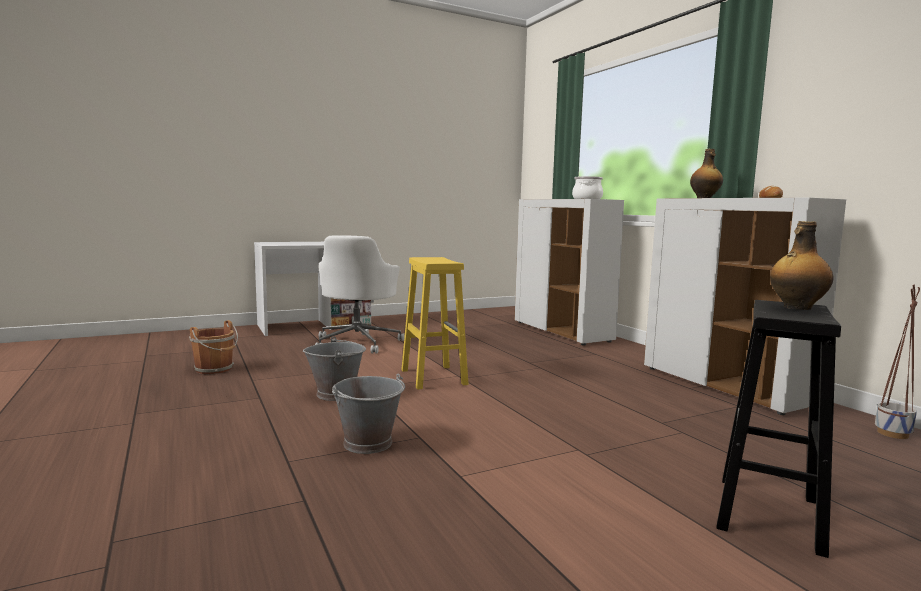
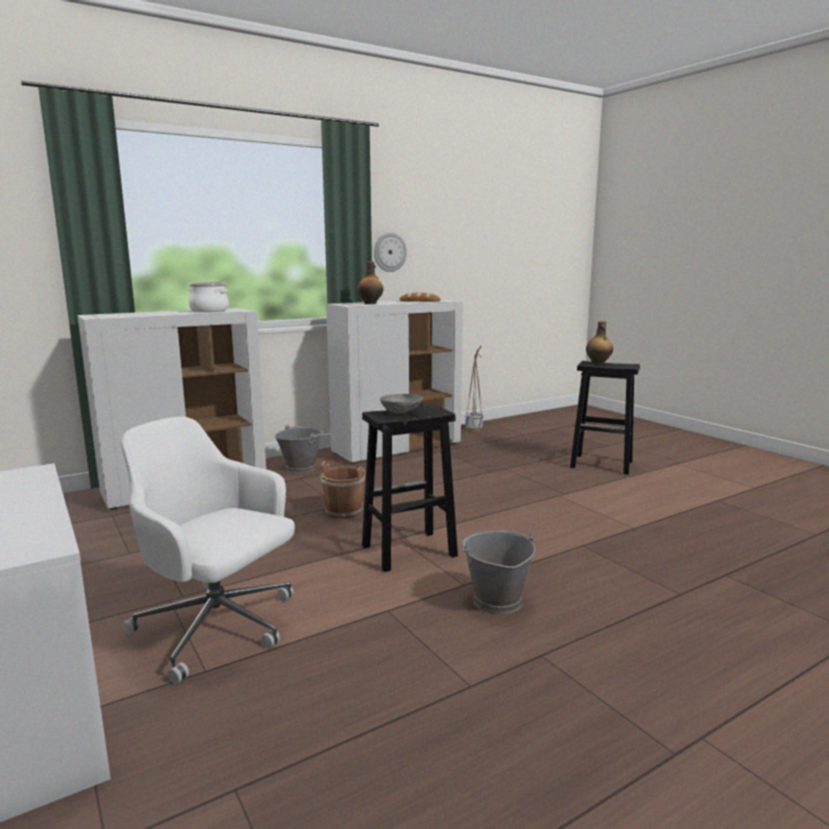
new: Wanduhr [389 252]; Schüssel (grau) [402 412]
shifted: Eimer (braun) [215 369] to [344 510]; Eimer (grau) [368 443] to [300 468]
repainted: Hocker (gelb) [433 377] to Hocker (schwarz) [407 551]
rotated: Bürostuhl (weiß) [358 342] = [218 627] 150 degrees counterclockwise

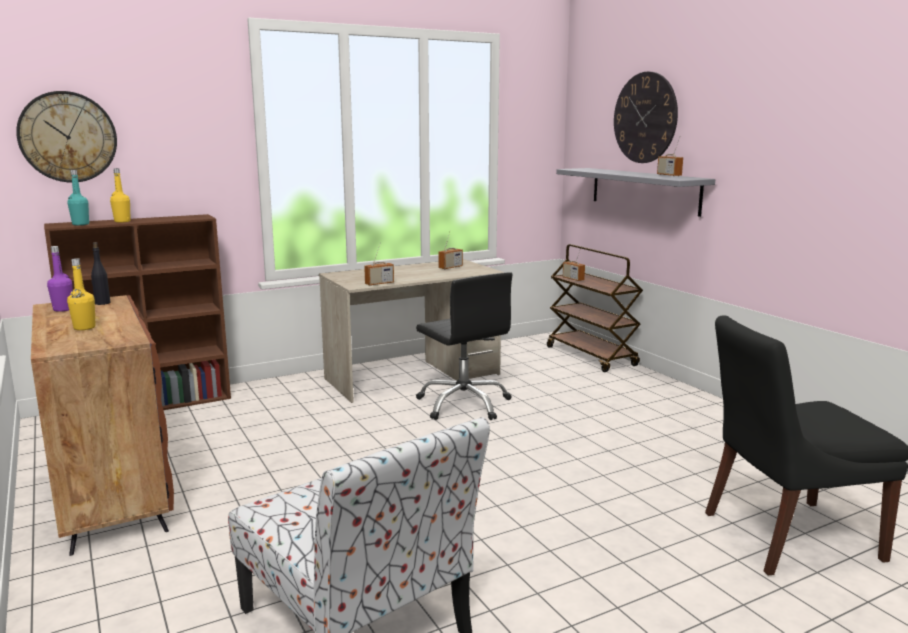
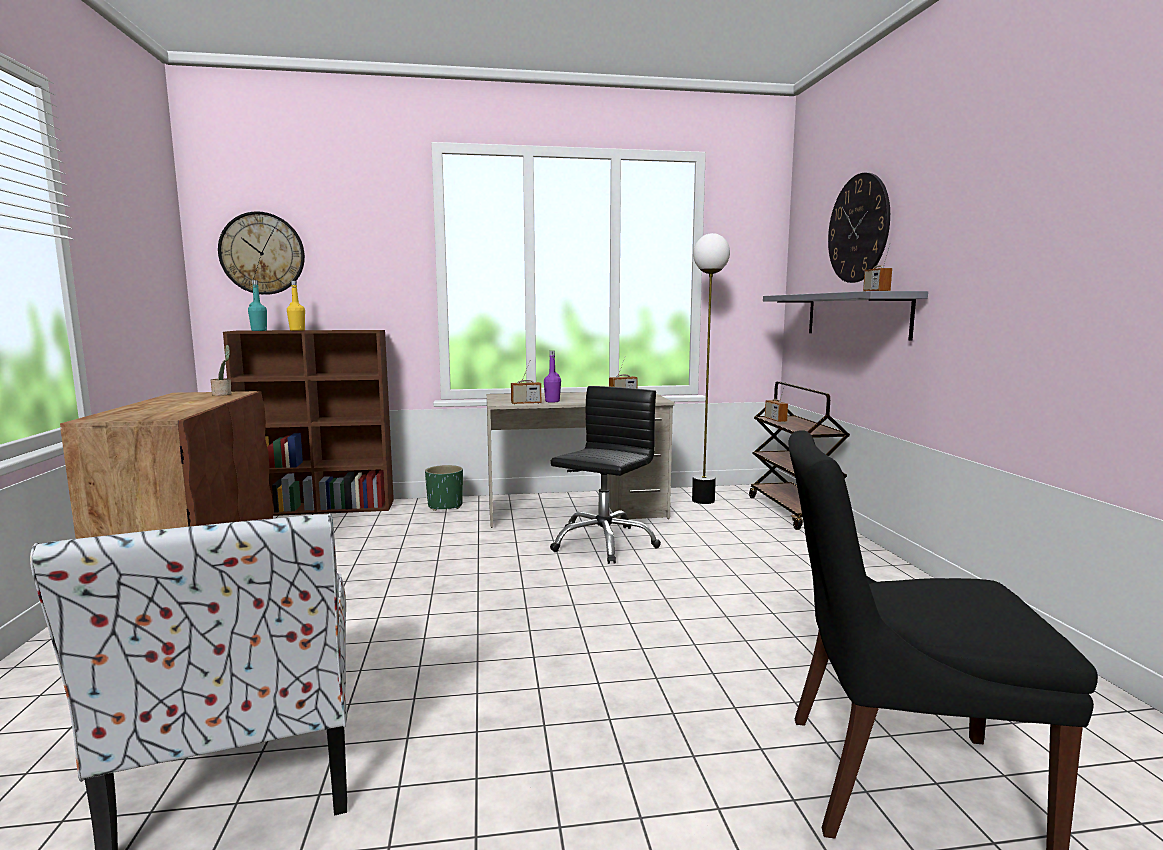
gone: Flasche (gelb) [84 328]
new: Pflanzkübel (grün) [445 506]; Stehlampe [703 500]
shifted: Flasche (lila) [63 309] to [552 401]
swapped: Flasche (schwarz) [102 303] to Topfpflanze [223 394]
rotated: Bürostuhl (schwarz) [464 404] = [603 543] 135 degrees counterclockwise

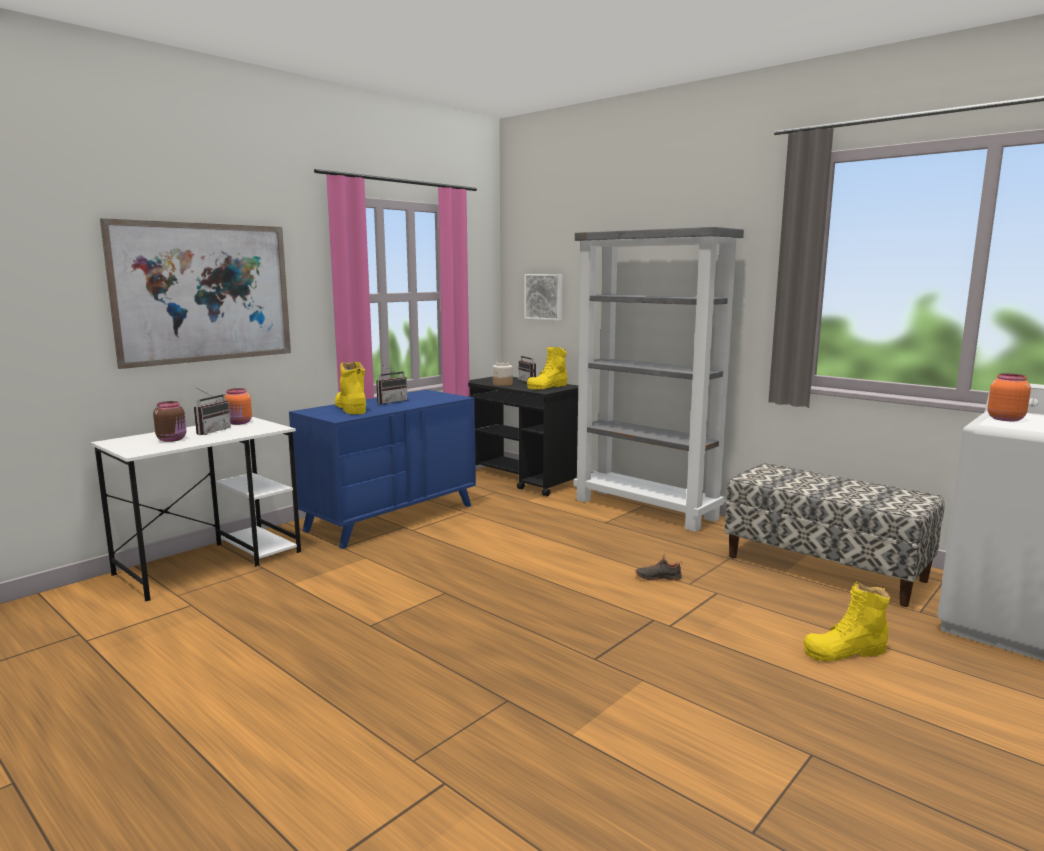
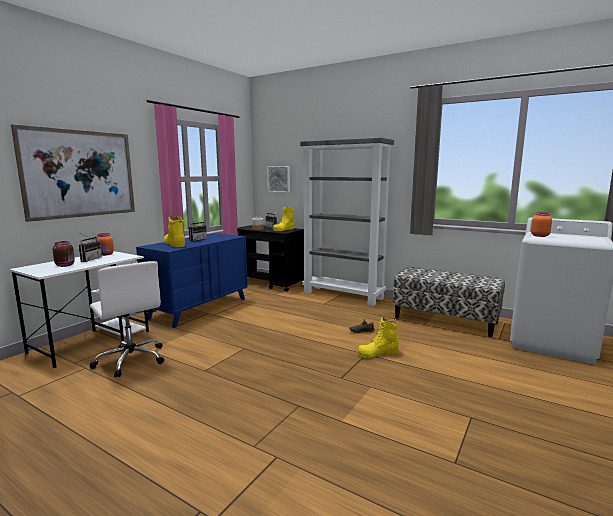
new: Bürostuhl (weiß) [131 360]
shifted: Stiefel (gelb) [845 651] to [378 353]

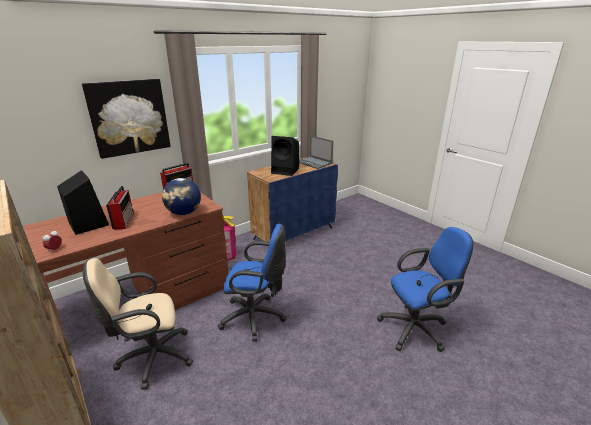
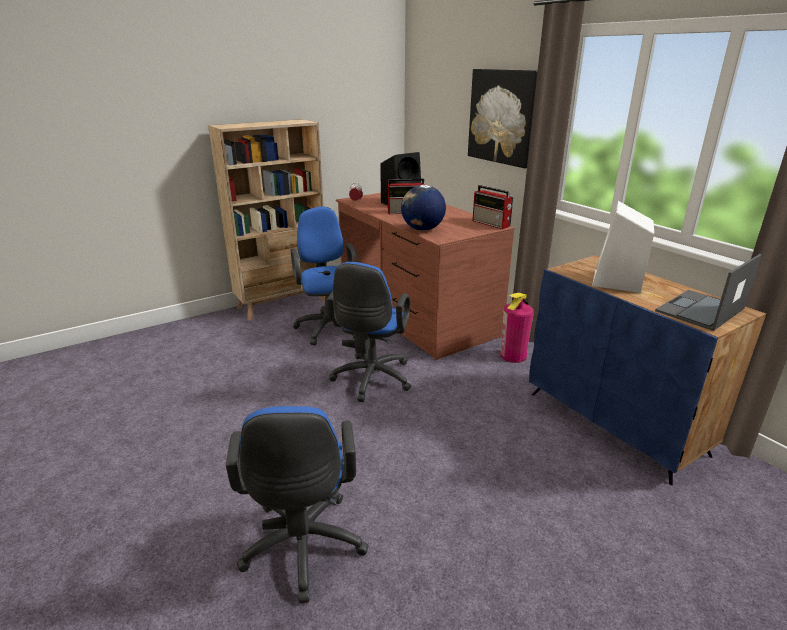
repainted: Bürostuhl (beige) [151 358] to Bürostuhl (blau) [328 326]; Lautsprecher (schwarz) [286 171] to Lautsprecher (weiß) [617 282]

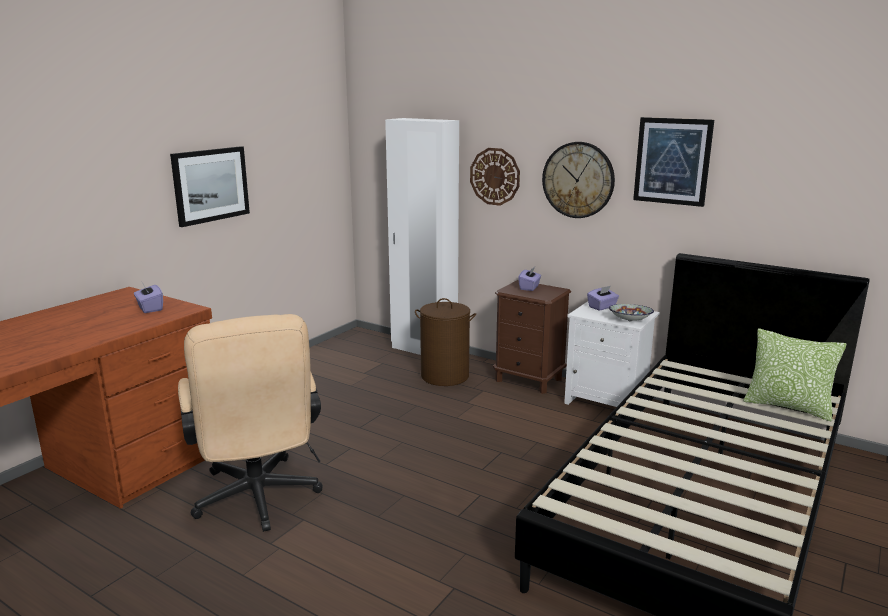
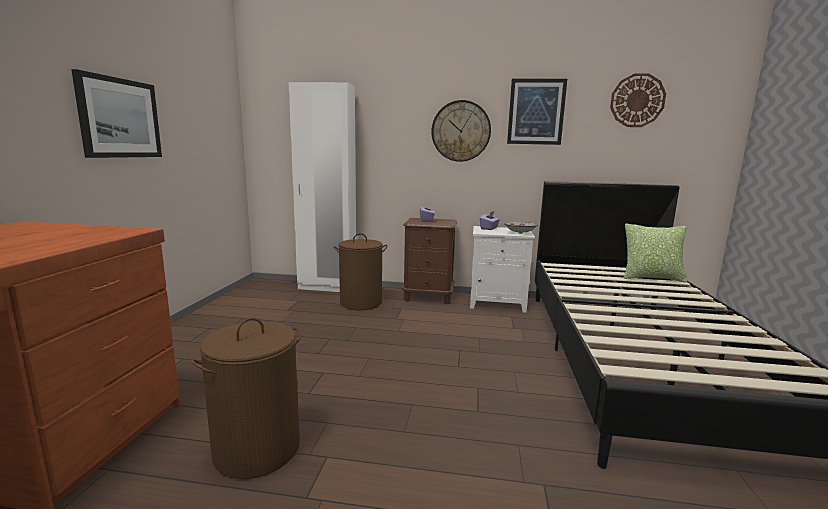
gone: Taschentuchbox (lila) [150 308]
shifted: Wanduhr [495 176] to [637 100]
swapped: Bürostuhl (beige) [258 501] to Wäschekorb (braun) [256 450]

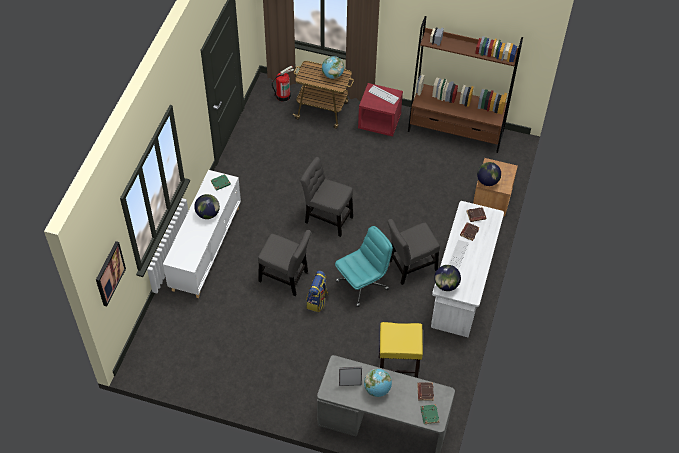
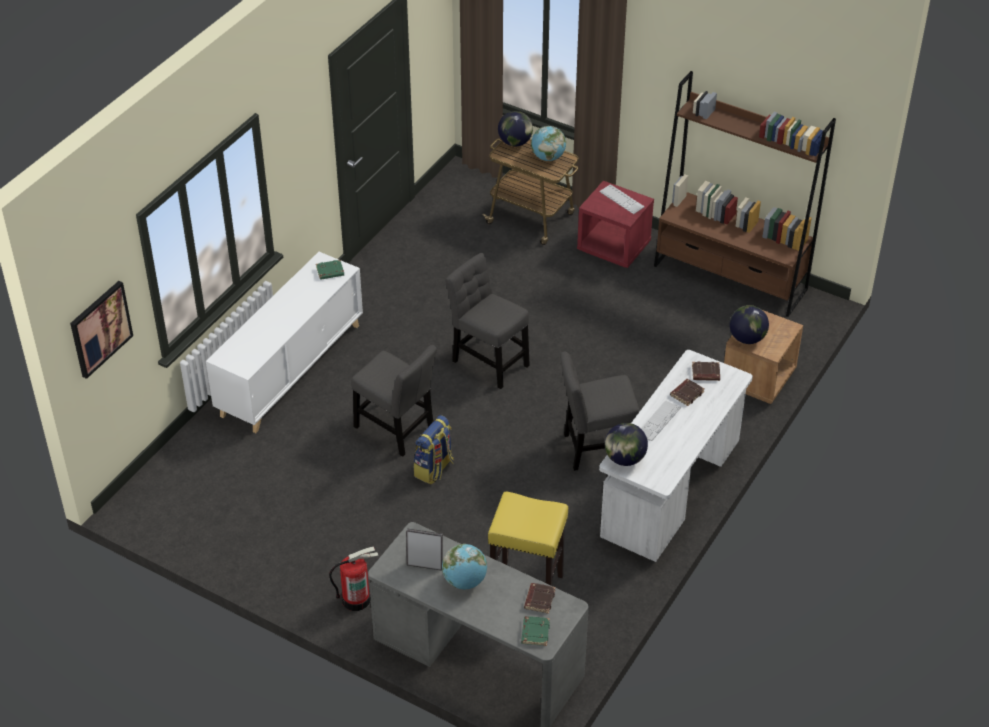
gone: Bürostuhl (türkis) [362 284]
shifted: Globus [208 214] to [515 142]; Feuerlöscher [283 95] to [356 599]

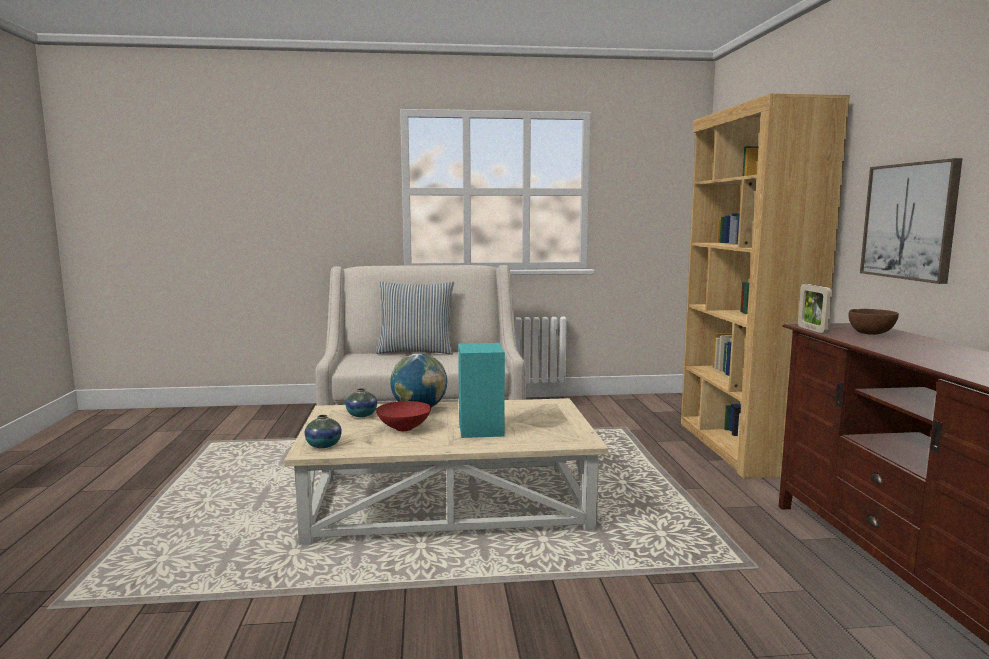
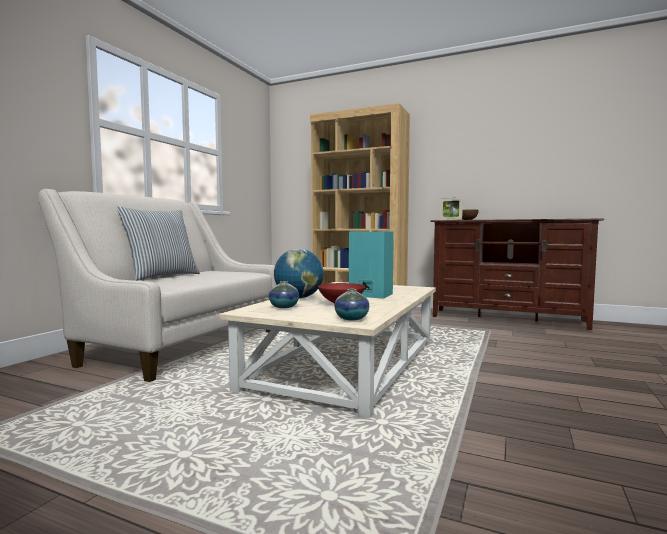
gone: Bild [909 221]

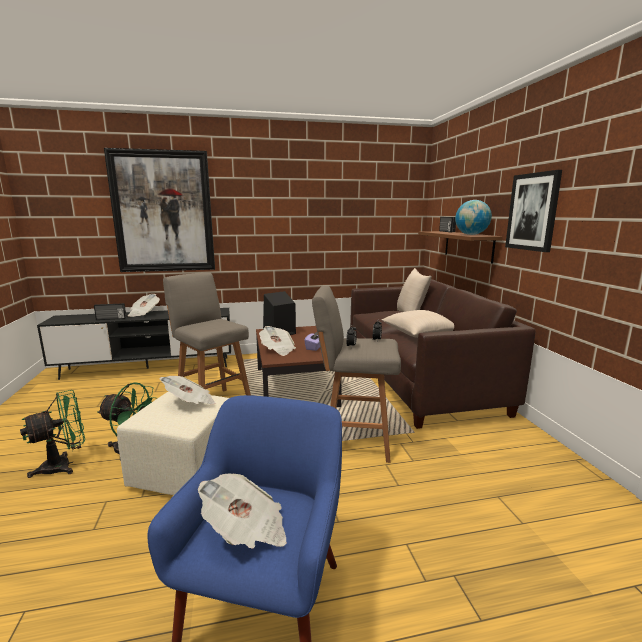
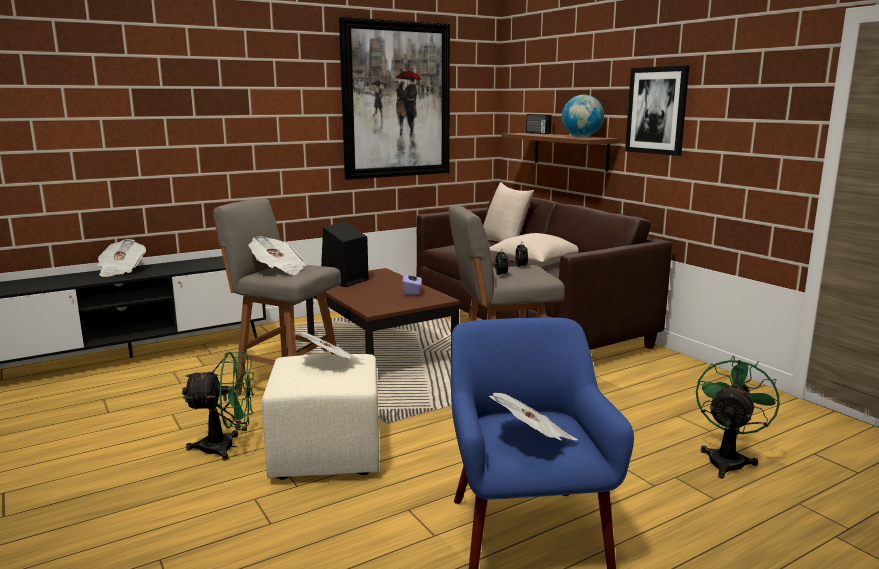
gone: Radio [111 319]
shifted: Ventilator (grün) [64 465] to [727 459]; Bild [163 212] to [396 100]; Zeitung [277 350] to [279 270]

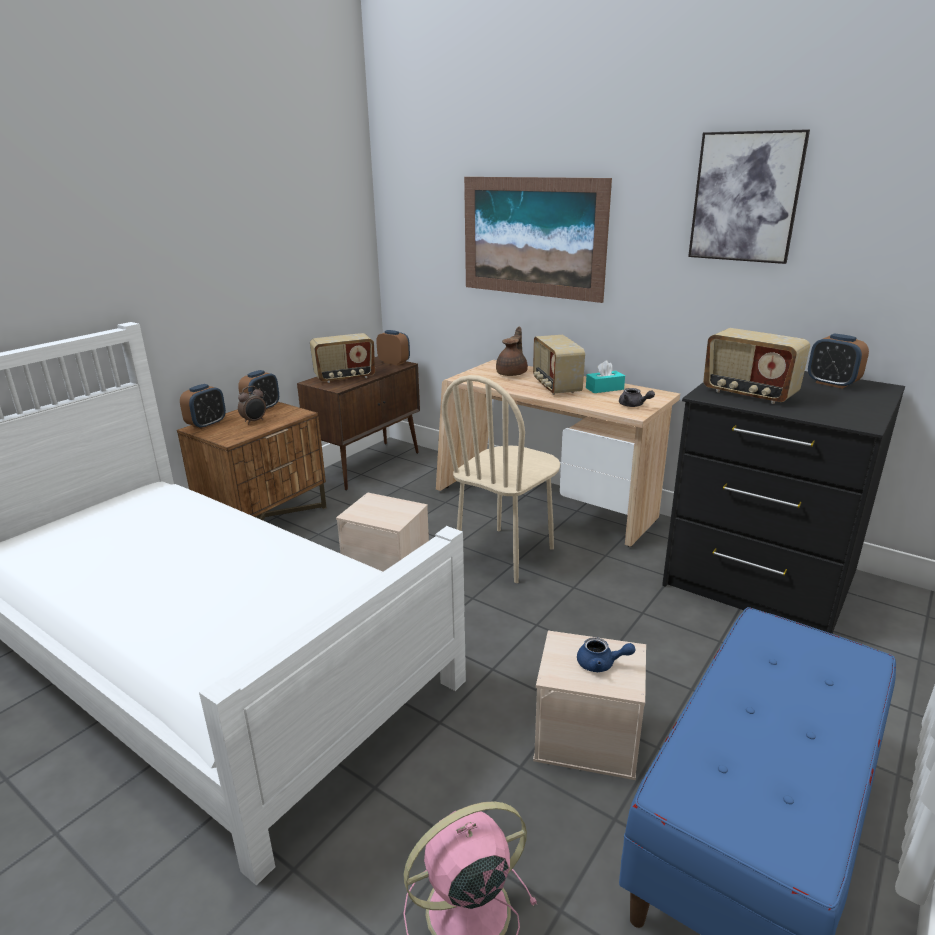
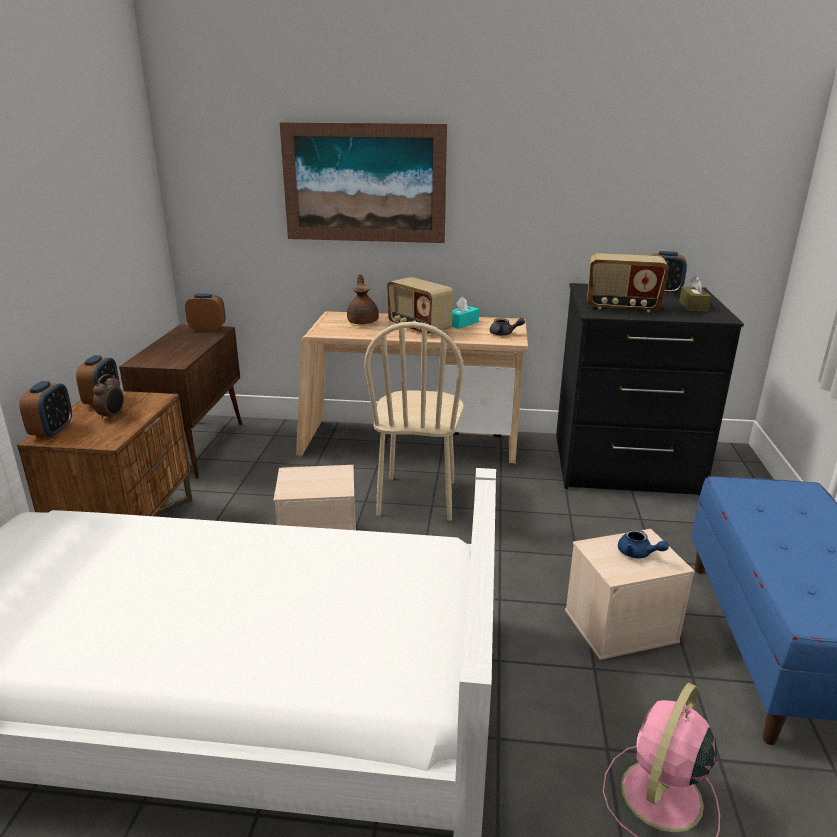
gone: Radio [345 377]; Bild [745 197]
new: Taschentuchbox (braun) [693 306]
rotated: Teekanne (blau) [601 664] = [638 554] 60 degrees clockwise

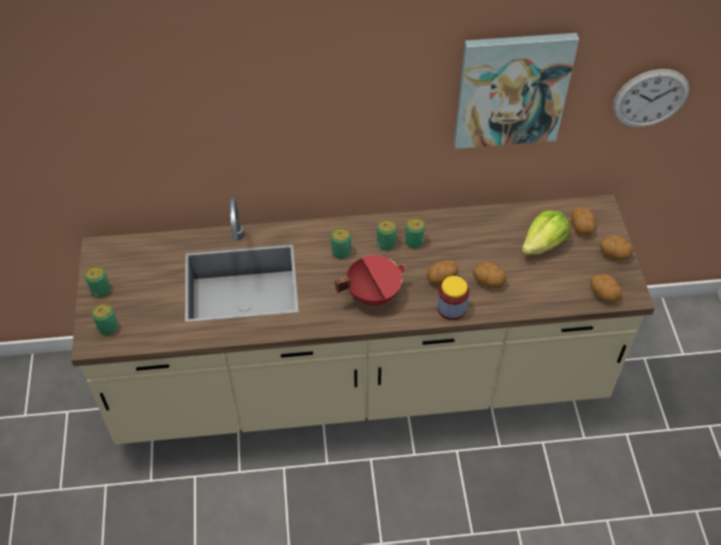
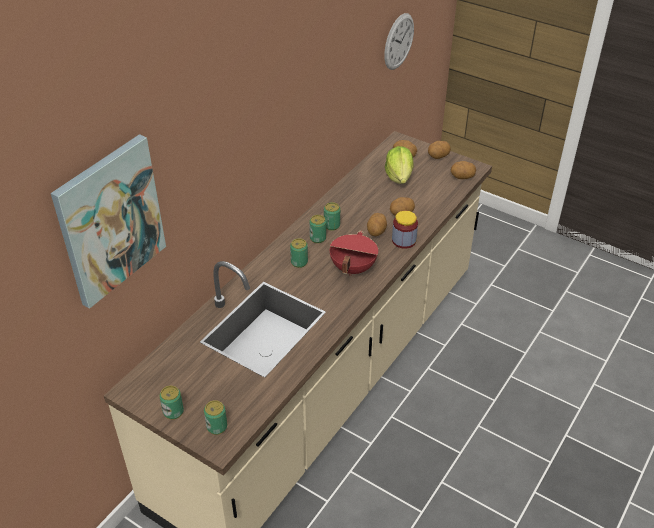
shifted: Bild [512 90] to [110 220]

